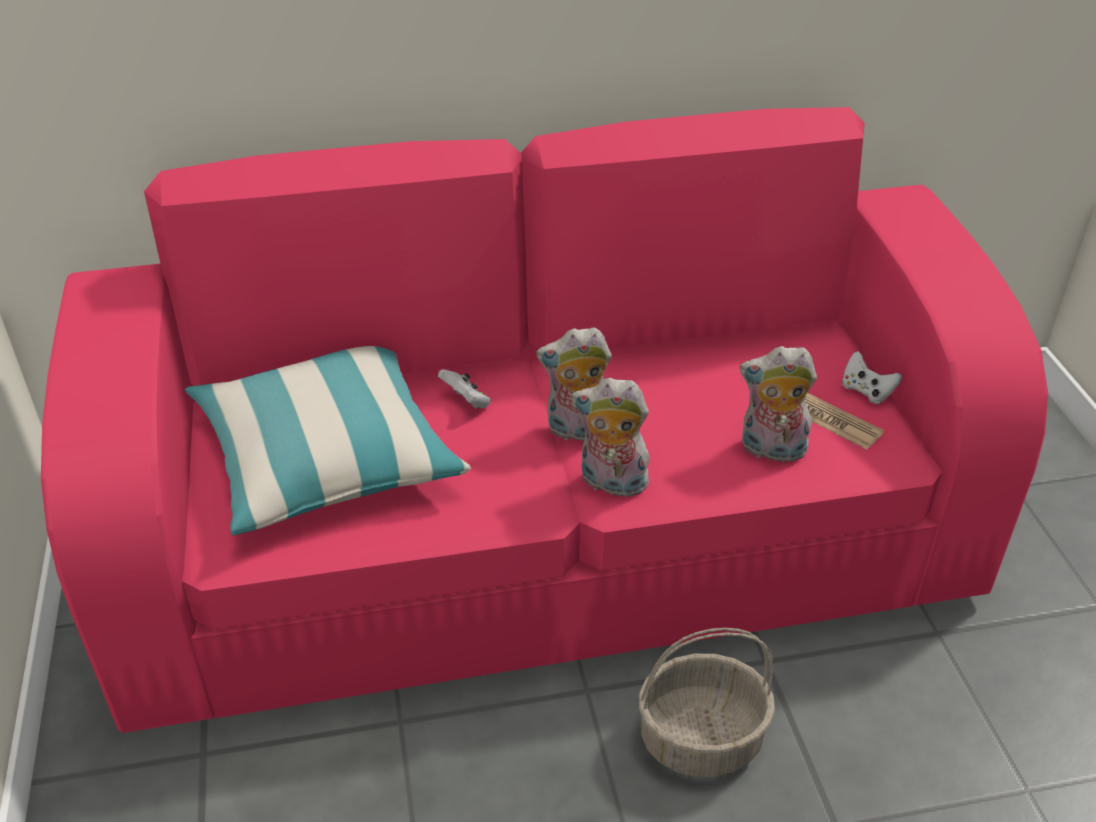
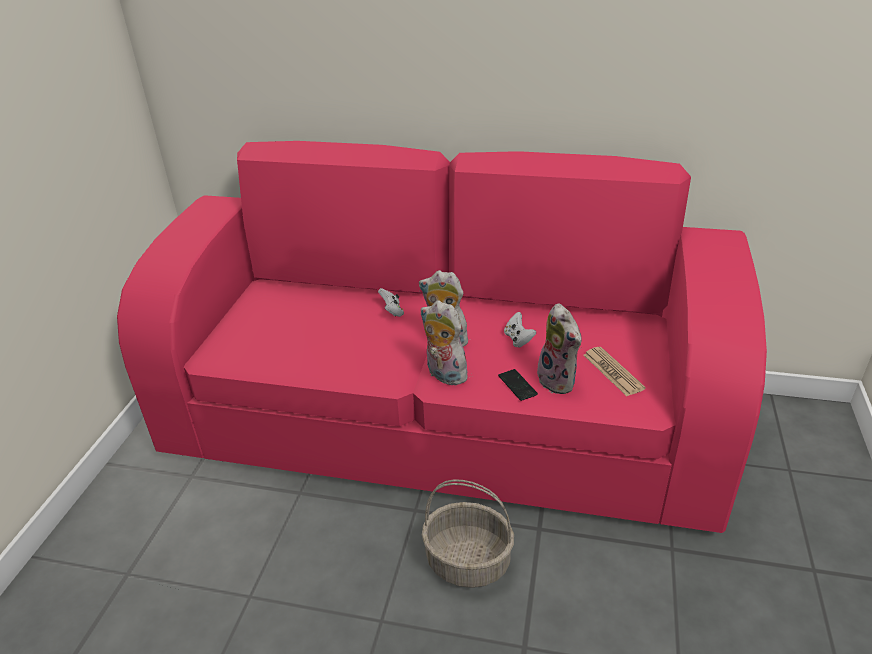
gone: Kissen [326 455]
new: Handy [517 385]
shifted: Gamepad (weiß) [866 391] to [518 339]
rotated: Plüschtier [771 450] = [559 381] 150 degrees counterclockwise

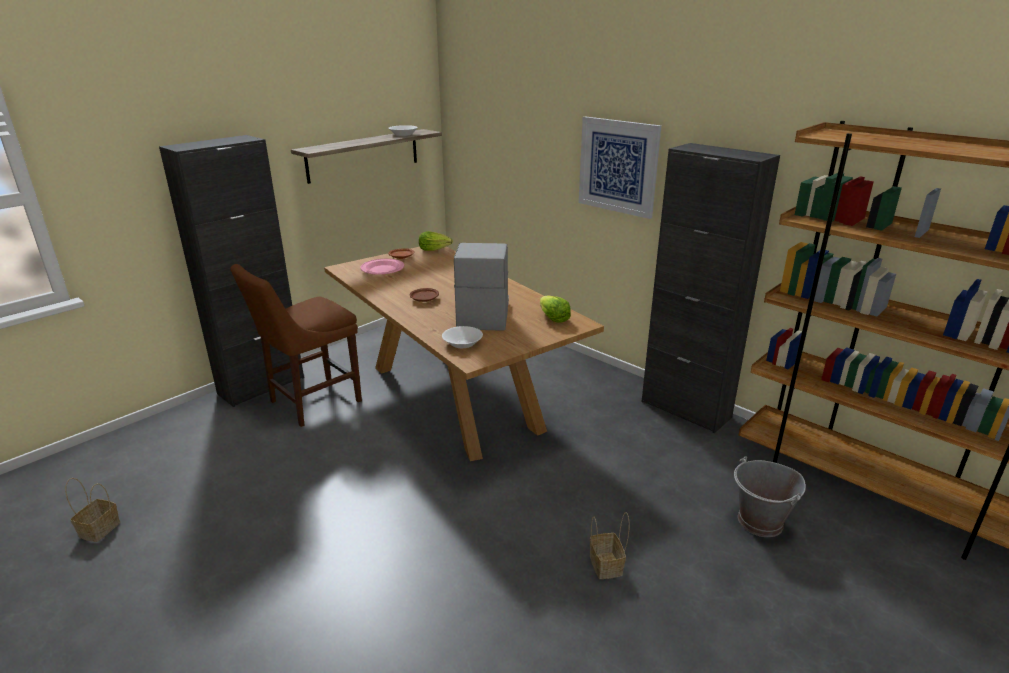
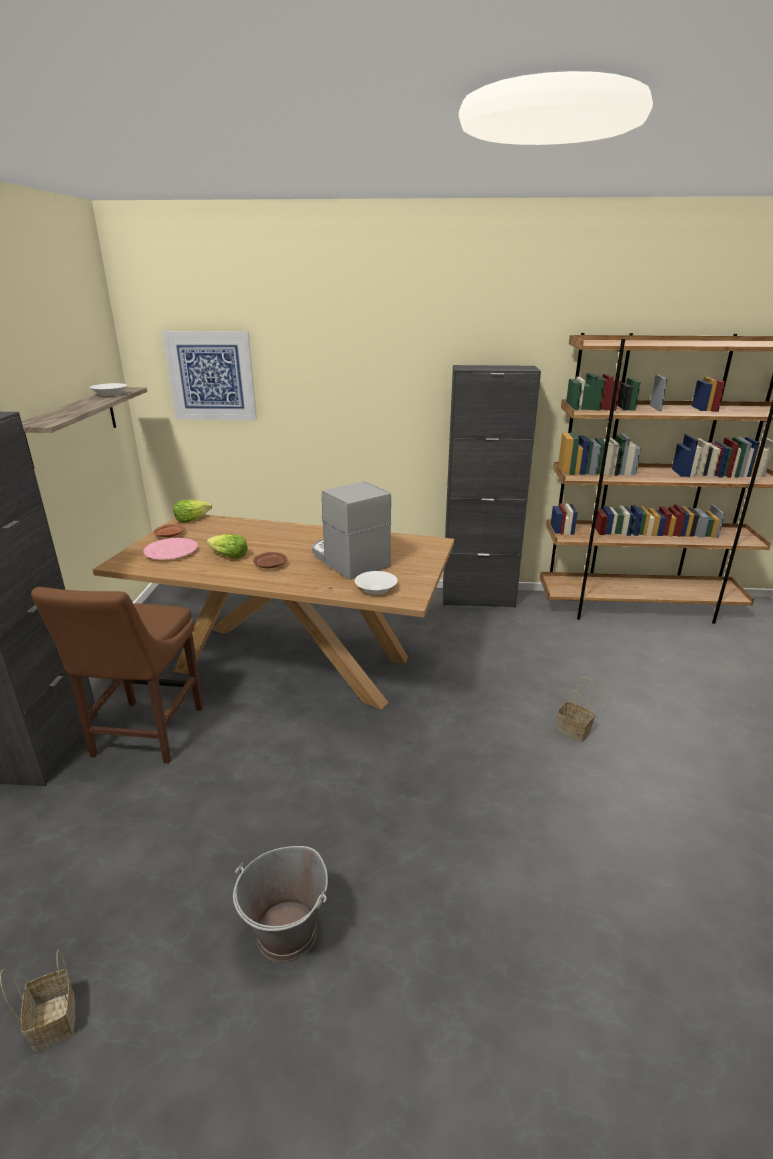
shifted: Salatkopf [553 318] to [228 556]; Bild [618 166] to [211 376]; Eimer (grau) [760 522] to [287 934]

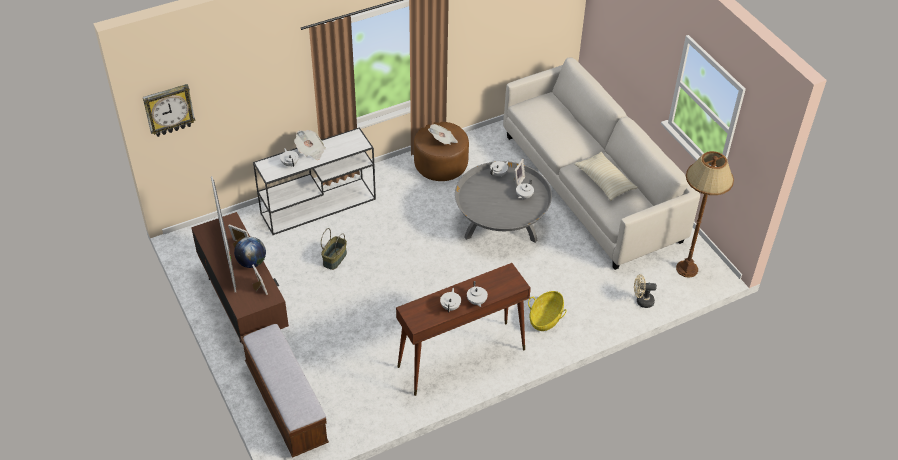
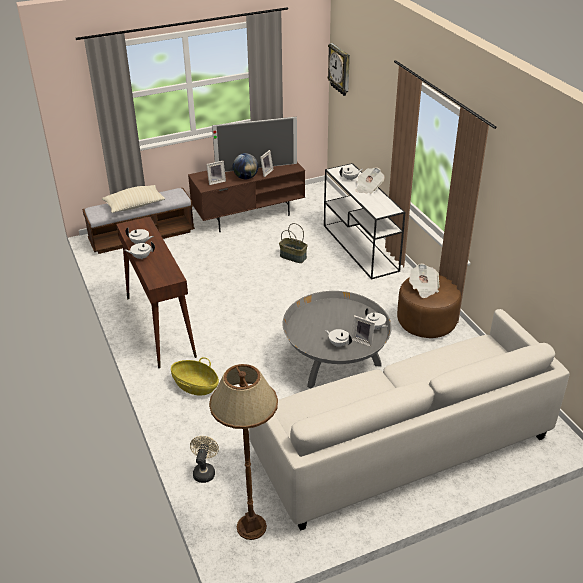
shifted: Kissen (beige) [604 182] to [134 206]

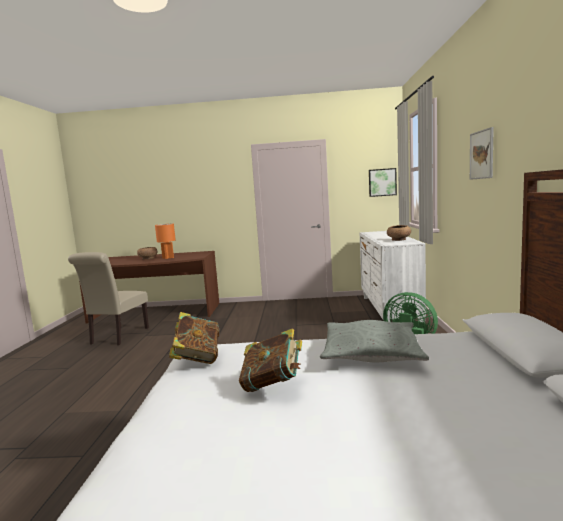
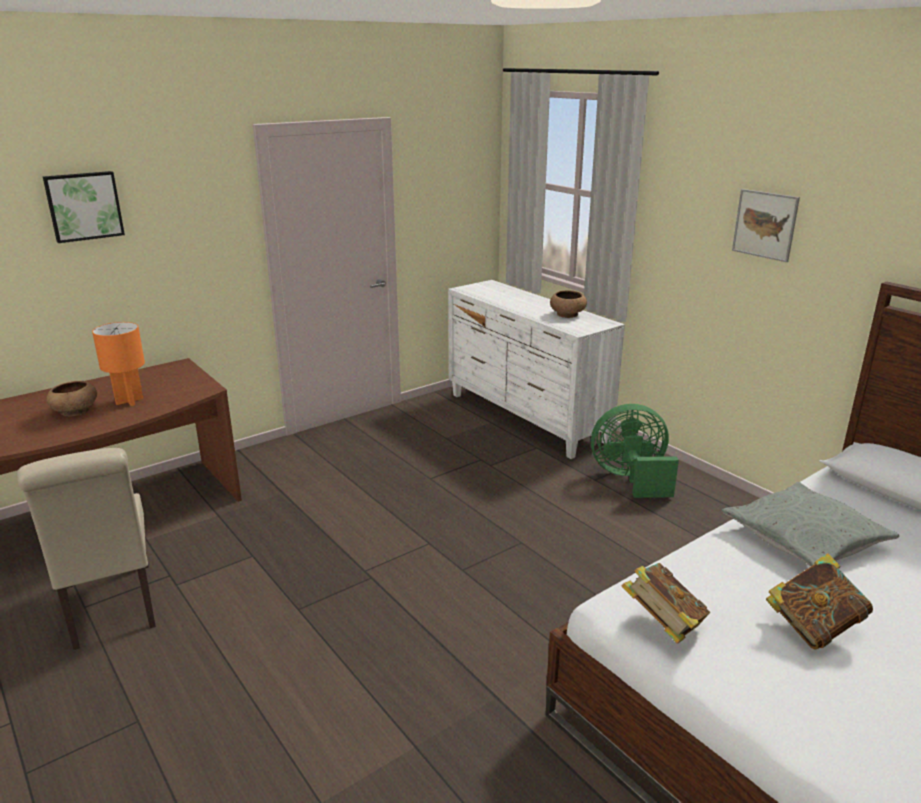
shifted: Bild [382 182] to [84 206]

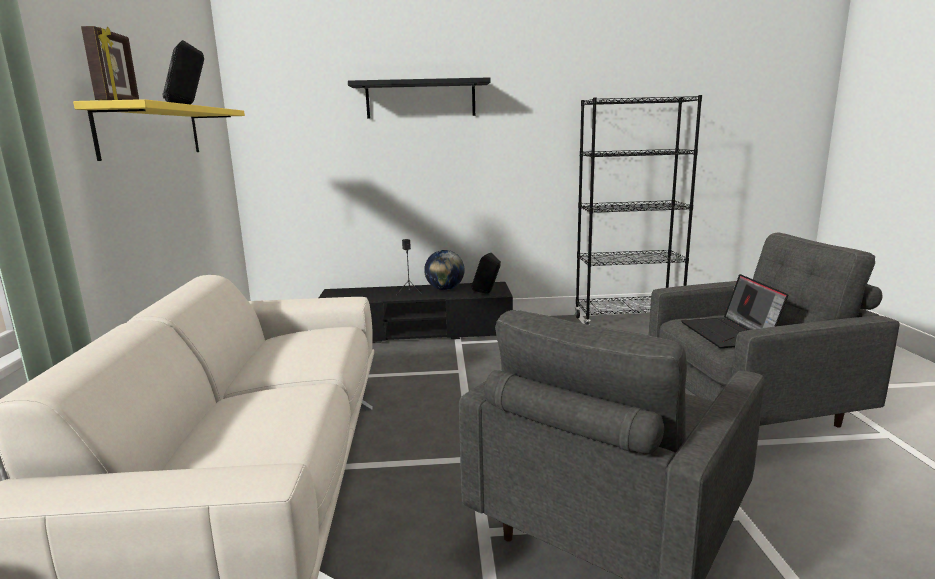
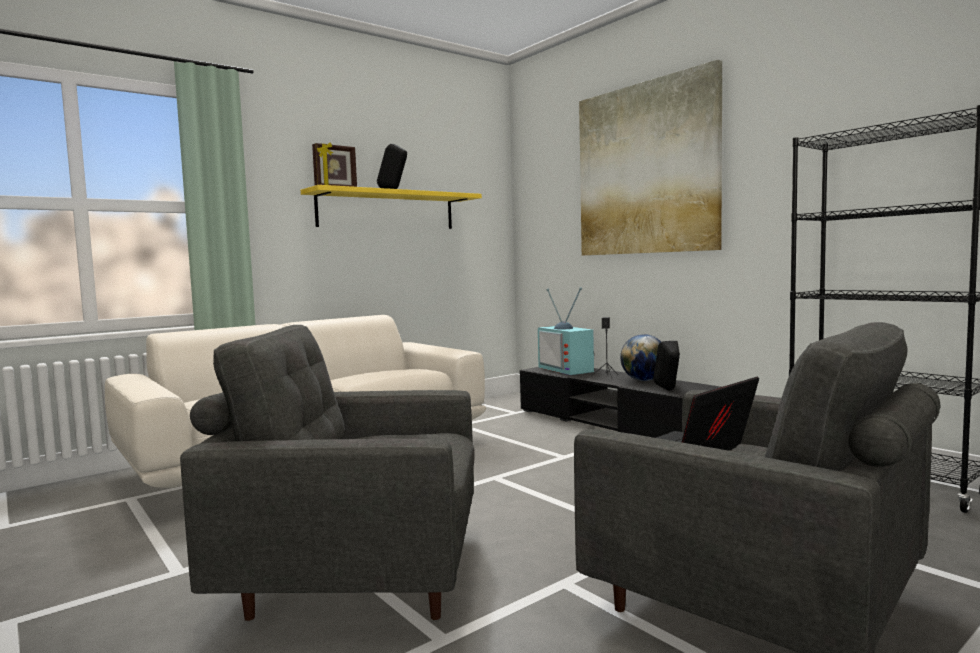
new: Fernseher [568 369]
swapped: Wandregal (schwarz) [420 99] to Bild [646 169]

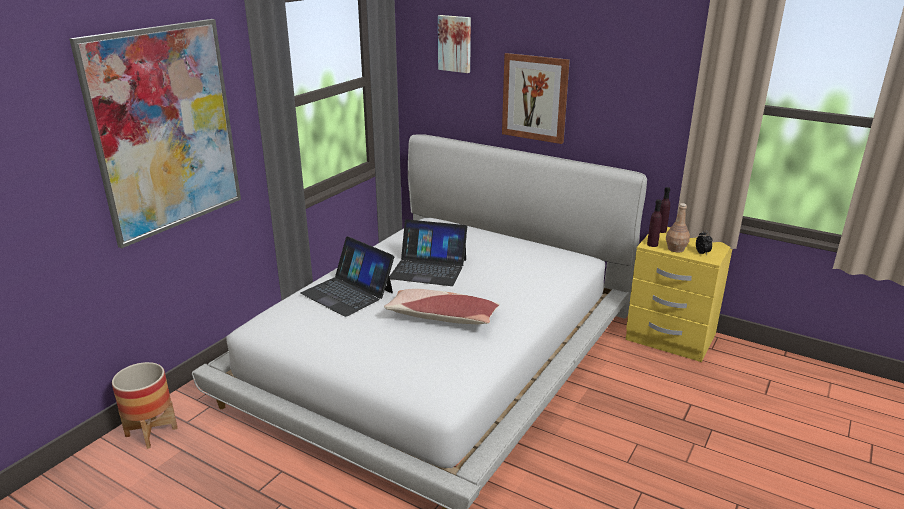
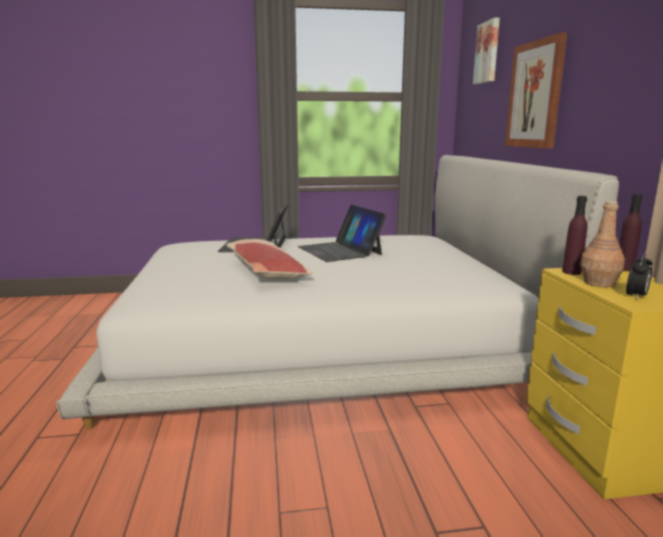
gone: Bild [165 130]; Pflanzkübel [152 432]

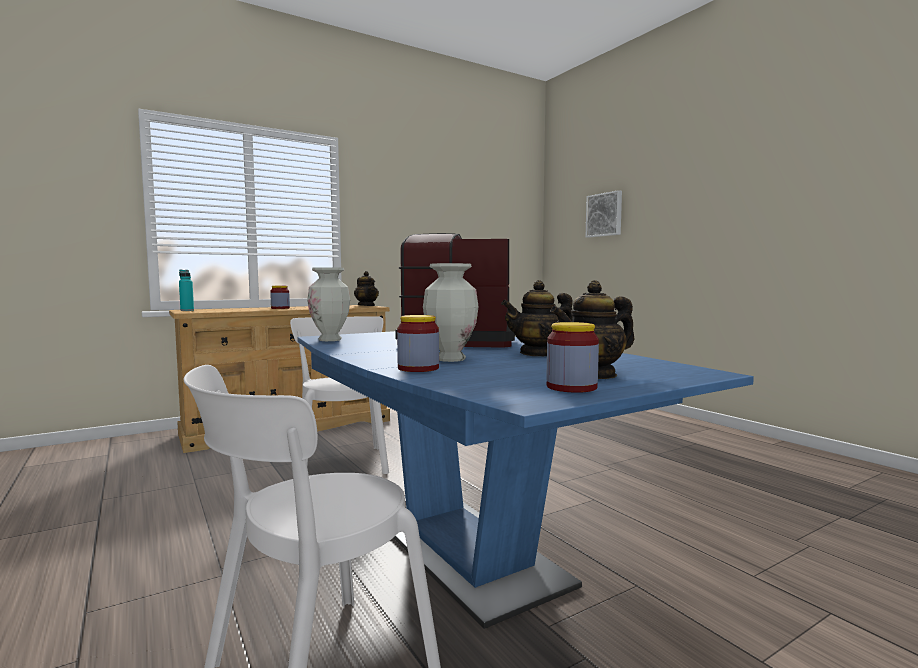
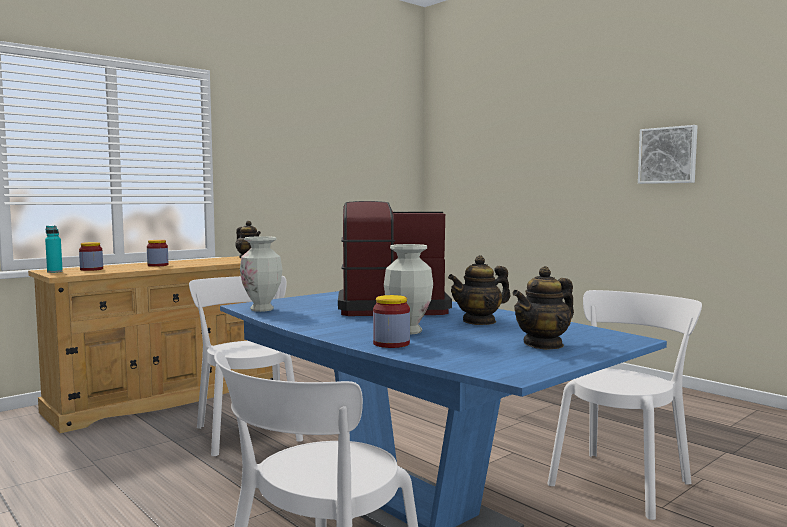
new: Stuhl (weiß) [622 481]
shifted: Vorratsglas [571 387] to [91 269]; Bild [604 215] to [668 155]

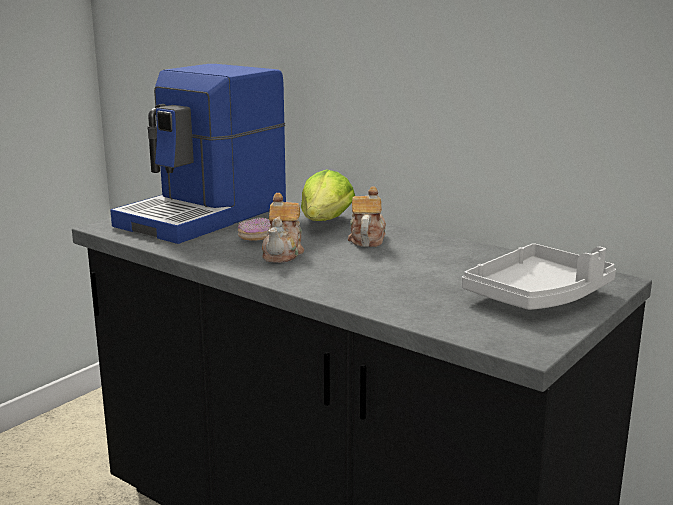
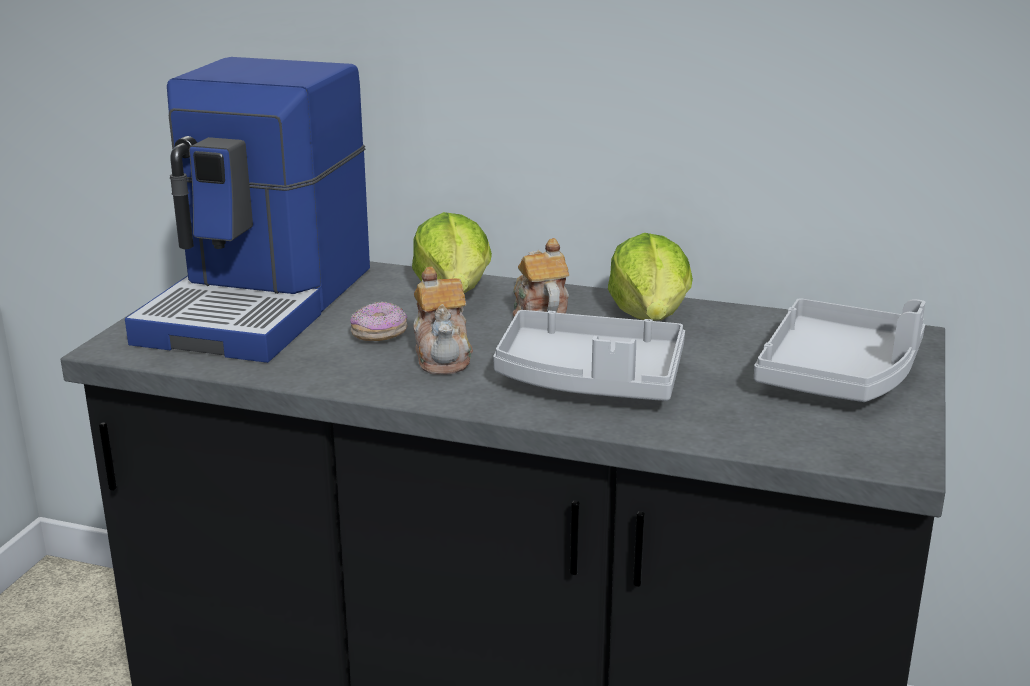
new: Tablett (grau) [590 380]; Salatkopf [651 317]

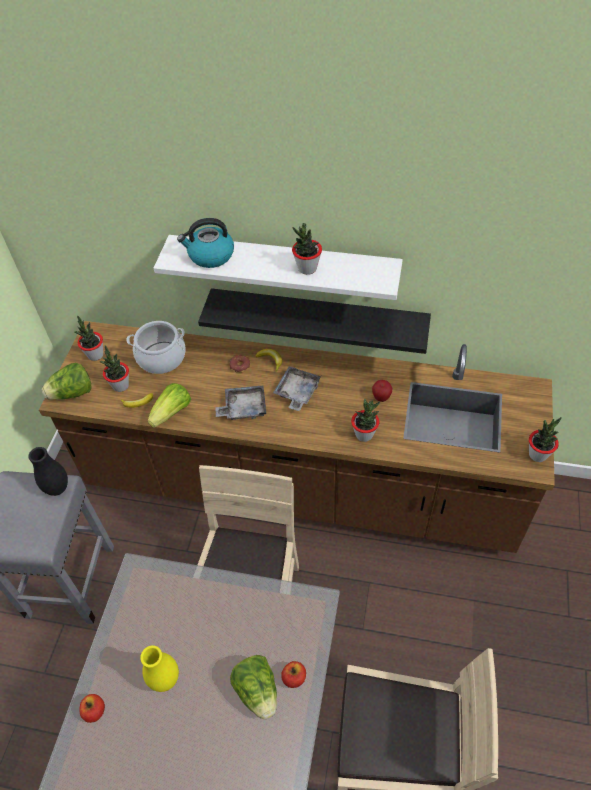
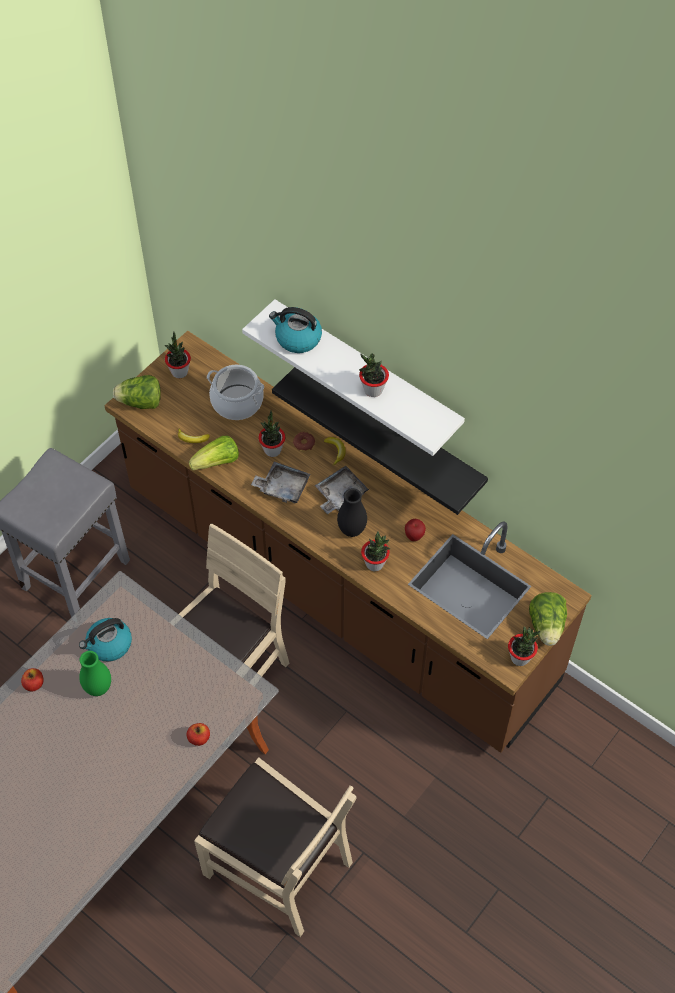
new: Wasserkessel [109 645]
shifted: Vase (schwarz) [57 489] to [352 530]; Topfpflanze [120 385] to [272 450]; Salatkopf [258 691] to [547 626]
repainted: Vase (gelb) [165 679] to Vase (grün) [98 688]

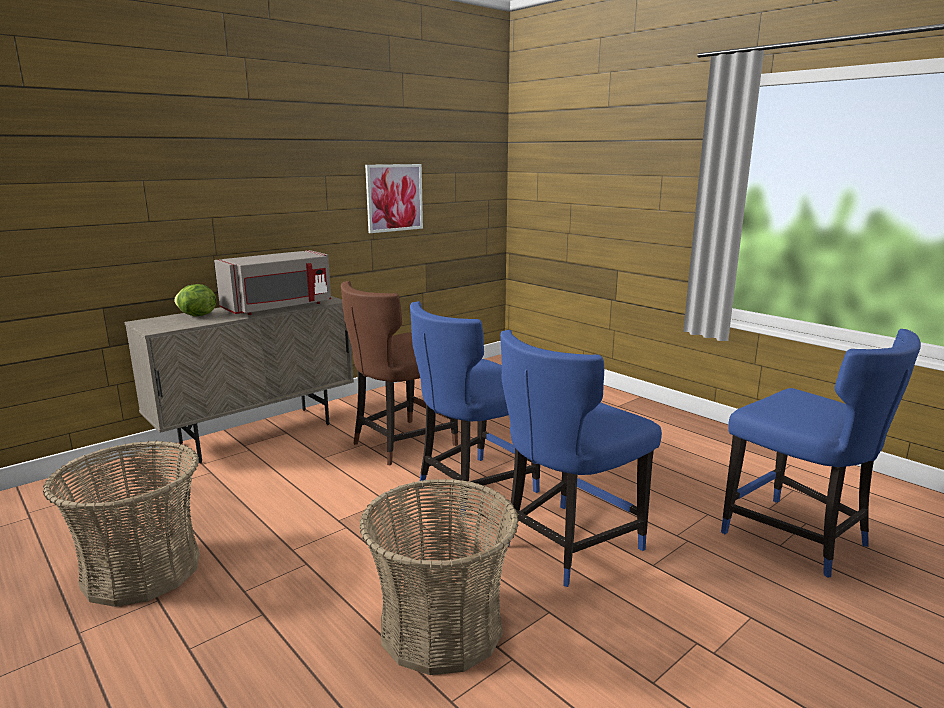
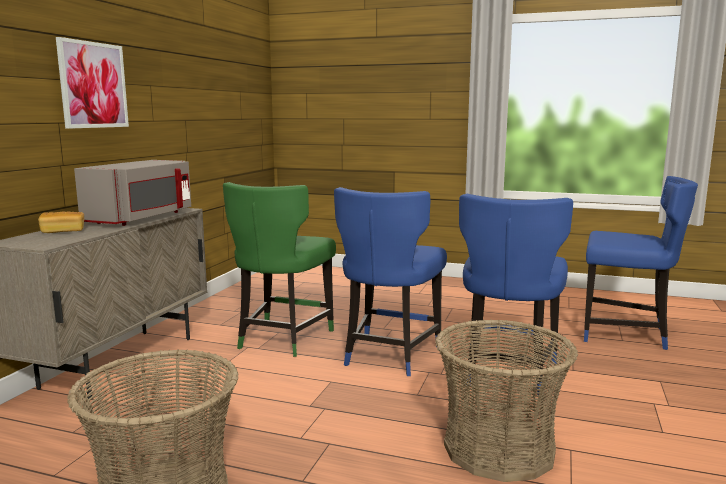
shifted: Bild [394 197] to [93 85]
swapped: Salatkopf [196 316] to Brot [63 231]
repainted: Stuhl (braun) [401 443] to Stuhl (grün) [282 339]

